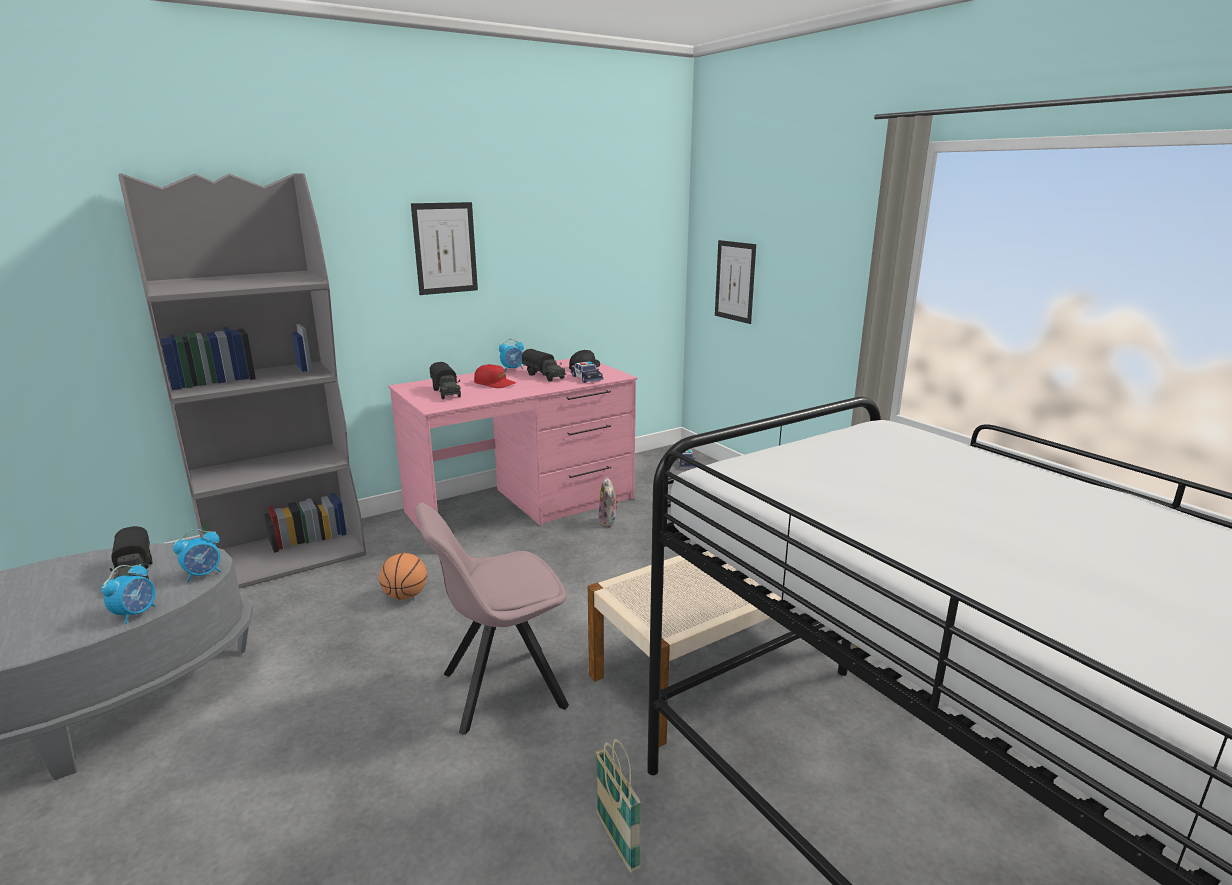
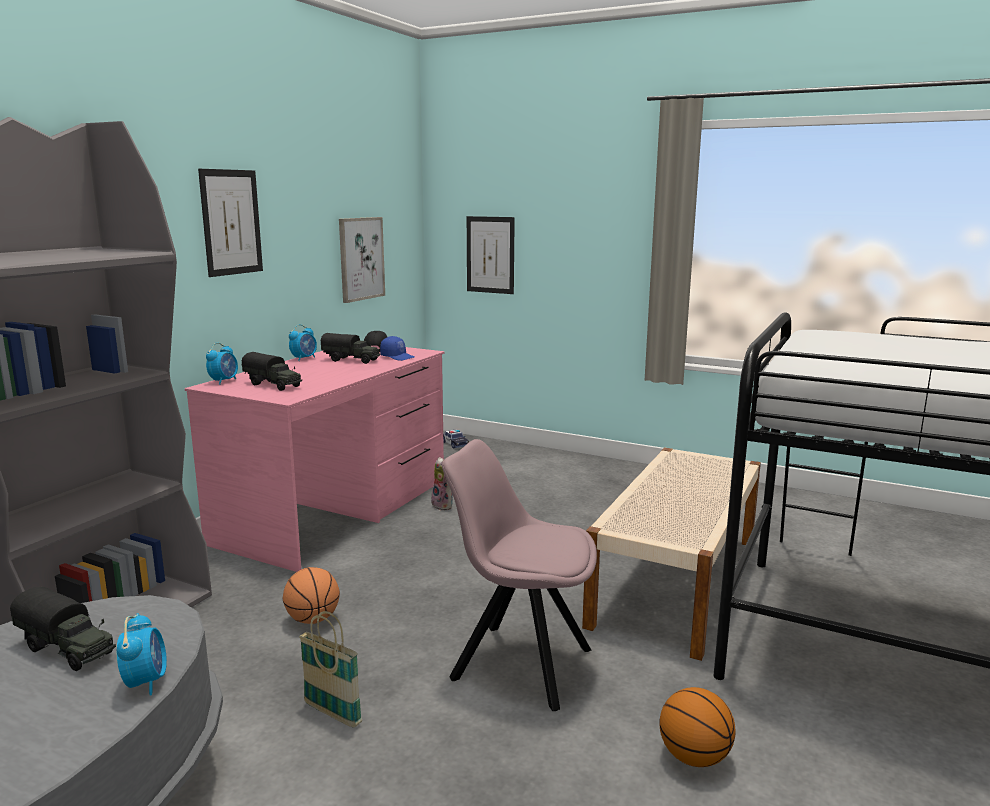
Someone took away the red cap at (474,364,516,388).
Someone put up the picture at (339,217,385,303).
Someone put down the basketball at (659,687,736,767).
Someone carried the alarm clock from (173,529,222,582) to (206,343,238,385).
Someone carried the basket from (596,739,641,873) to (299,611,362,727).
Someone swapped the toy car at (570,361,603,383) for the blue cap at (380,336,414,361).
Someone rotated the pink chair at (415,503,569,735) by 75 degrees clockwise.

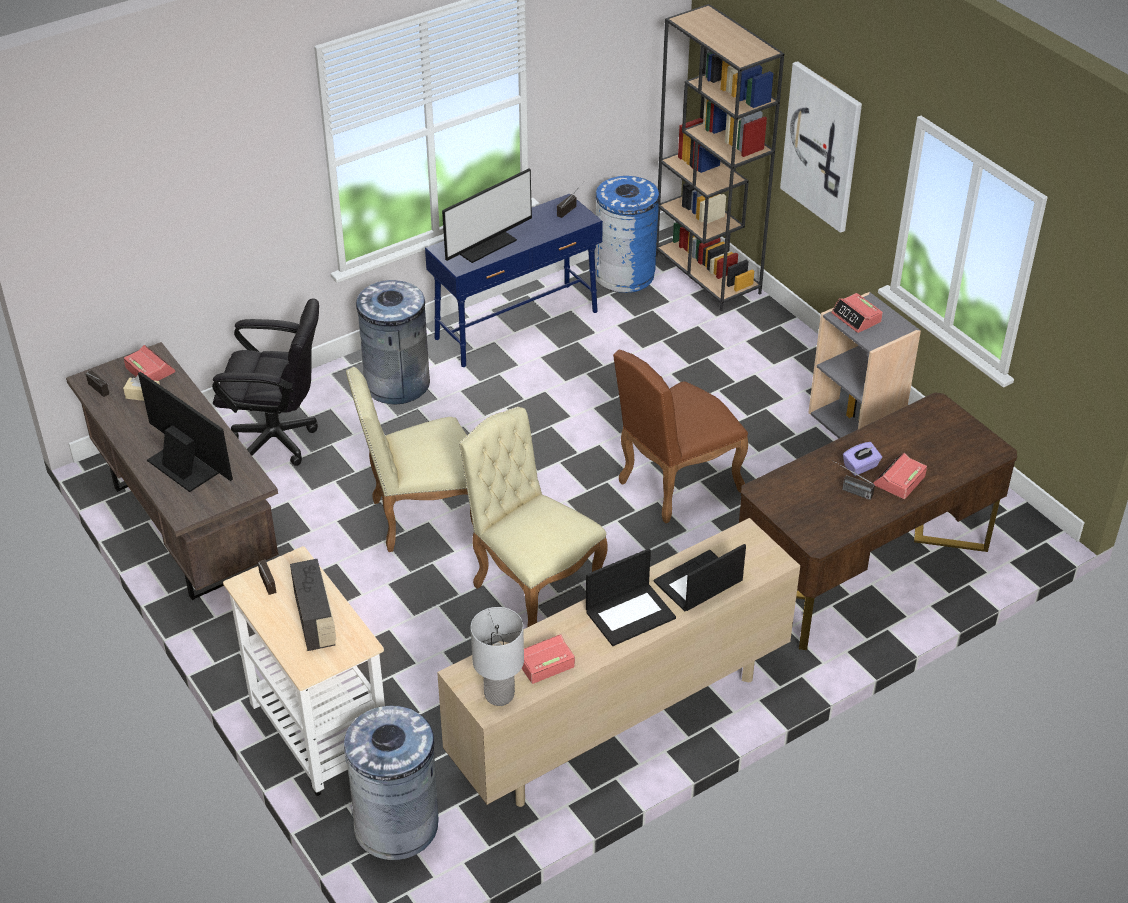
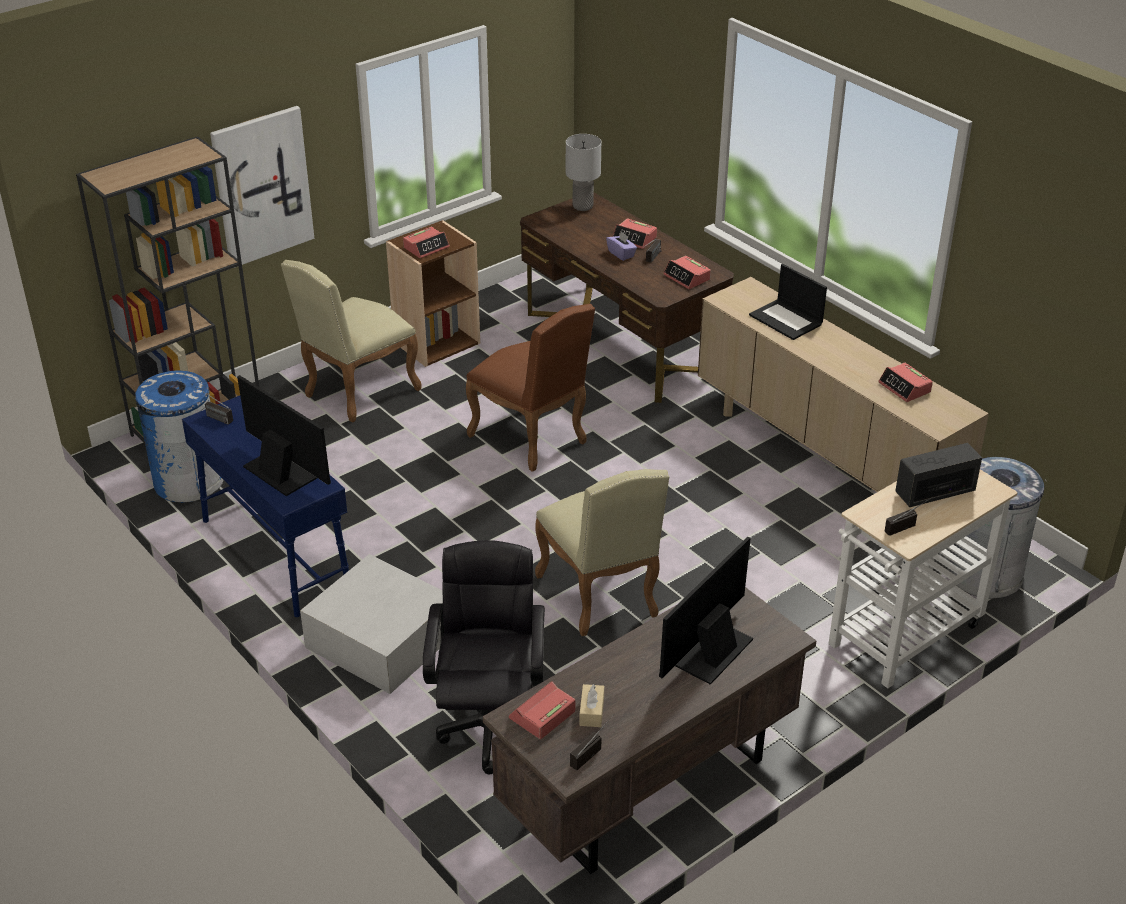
Someone took away the laptop at (586,548,676,646).
Someone put down the alarm clock at (663,256,711,289).
Someone carried the beige chair from (459,407,608,627) to (281,260,422,423).
Someone carried the grey table lamp from (471,607,524,706) to (566,134,601,211).
Someone swapped the grey trash can at (356,280,430,405) for the white storage box at (300,554,443,694).
Someone repainted the grey bookcase at (808,292,921,438), which became the brown bookcase at (386,220,480,367).

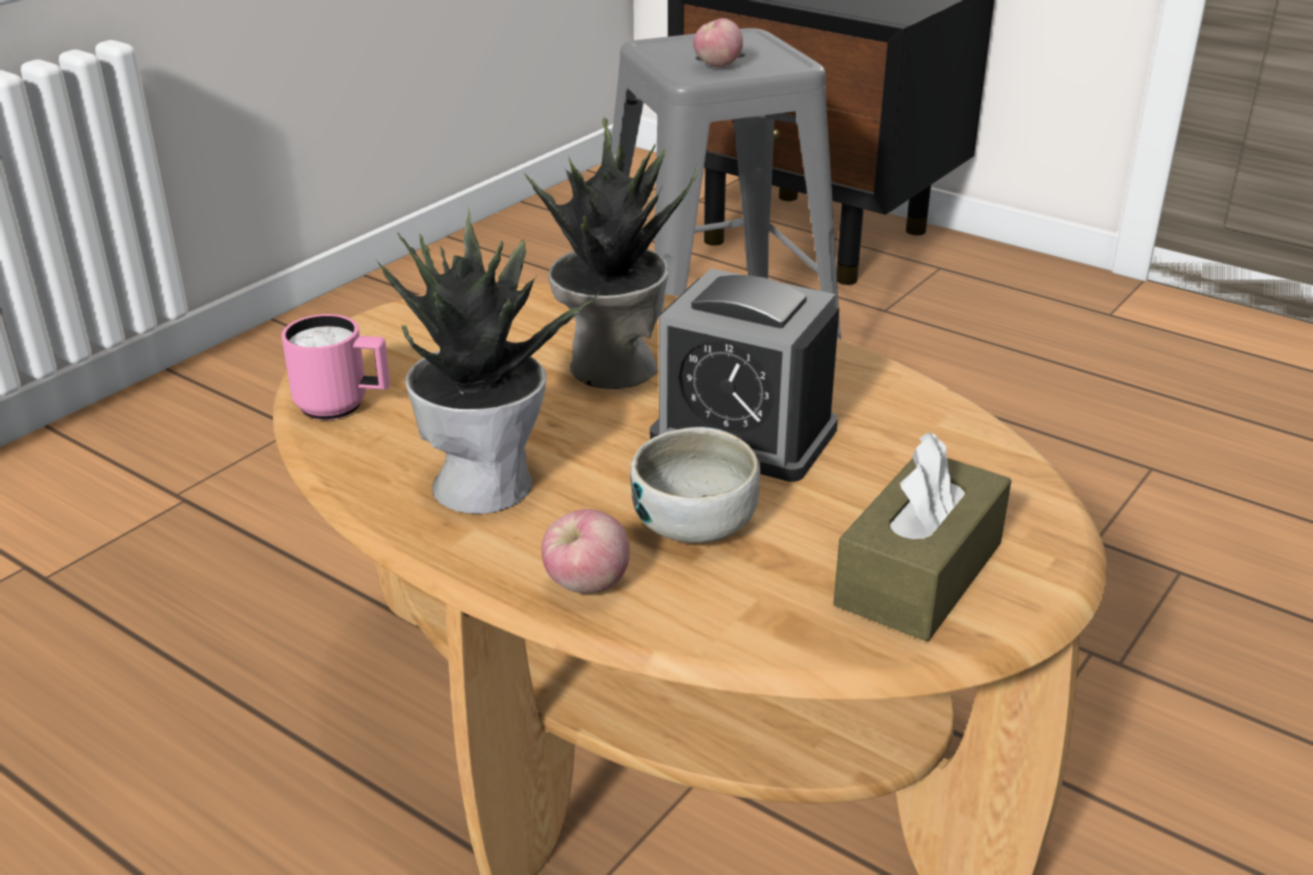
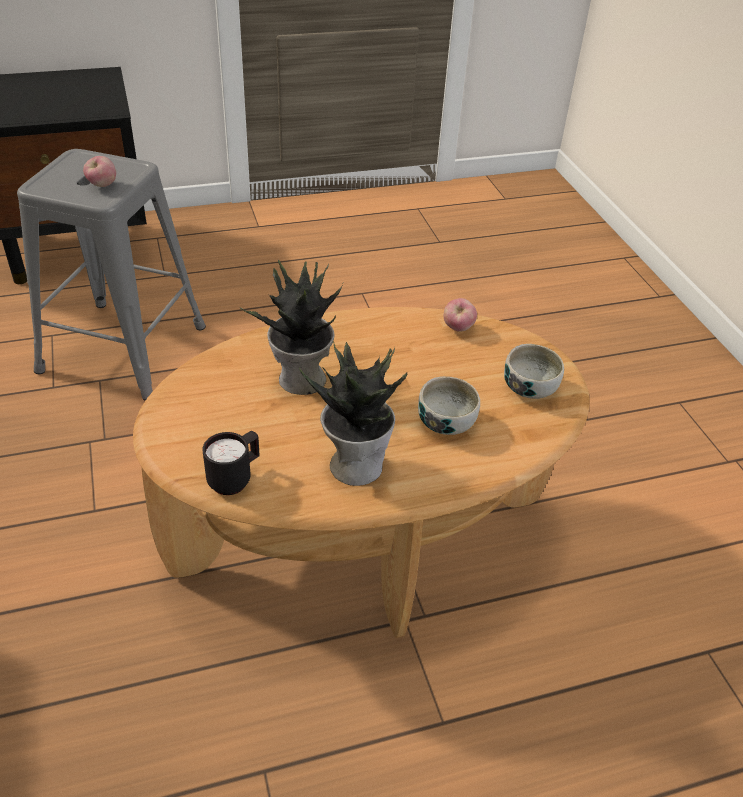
Someone took away the alarm clock at (650,268,839,482).
Someone carried the apple from (541,509,630,593) to (444,298,477,332).
Someone swapped the brown tissue box at (833,432,1012,642) for the bowl at (504,344,564,399).
Someone repainted the pink mug at (281,314,390,420), which became the black mug at (202,431,260,495).

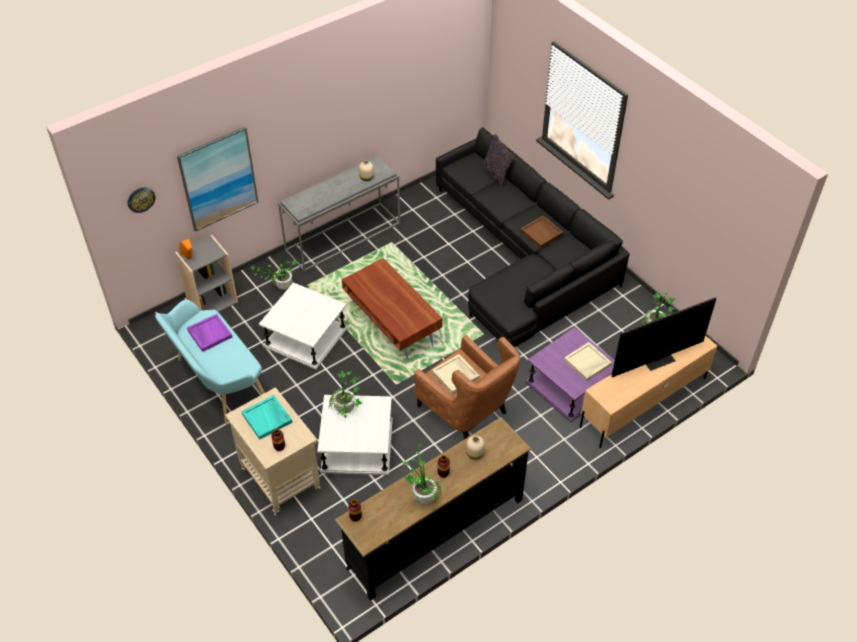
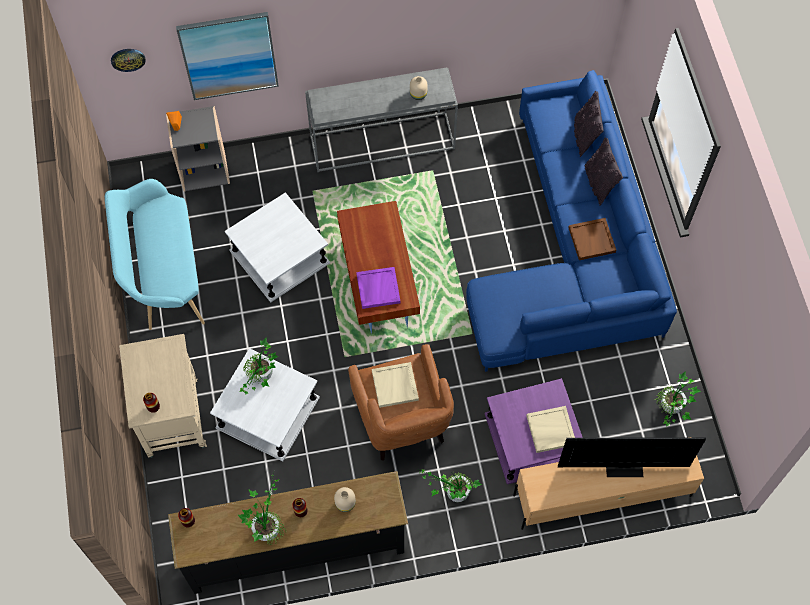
Someone took away the turquoise tray at (241,395,293,440).
Someone put down the black pillow at (584,138,623,206).
Someone carried the purple tray from (187,314,233,352) to (356,267,401,309).
Someone carried the potted plant from (251,256,298,290) to (419,469,482,502).
Someone repainted the black sofa at (436,127,630,347), which became the blue sofa at (466,70,677,372).

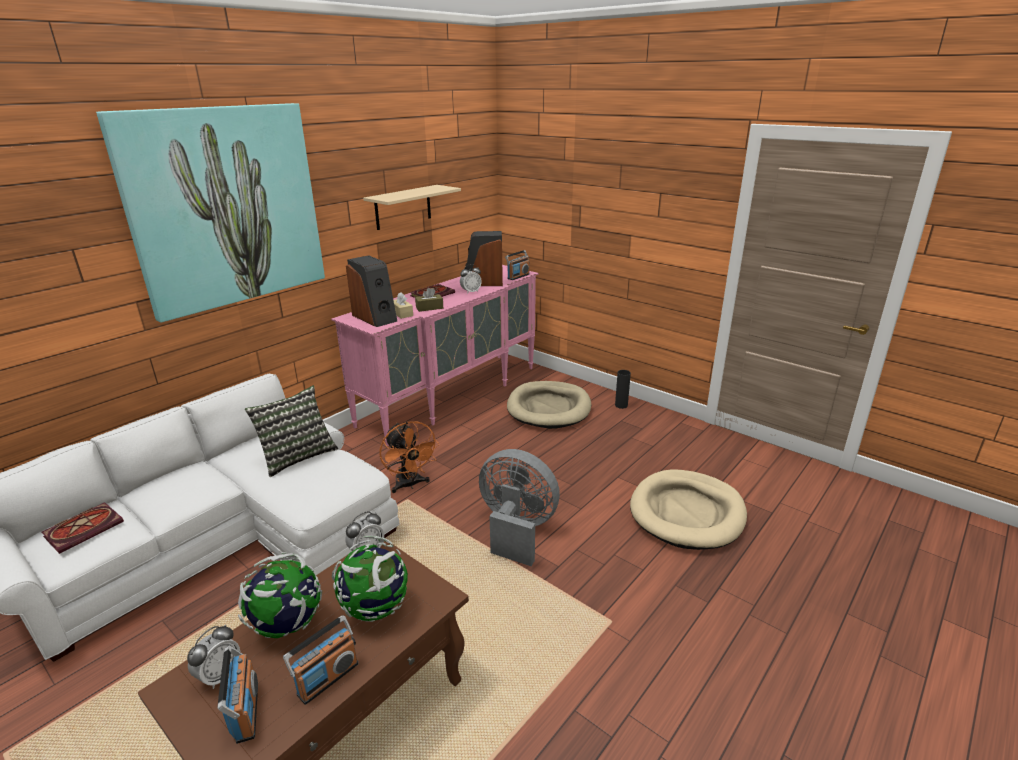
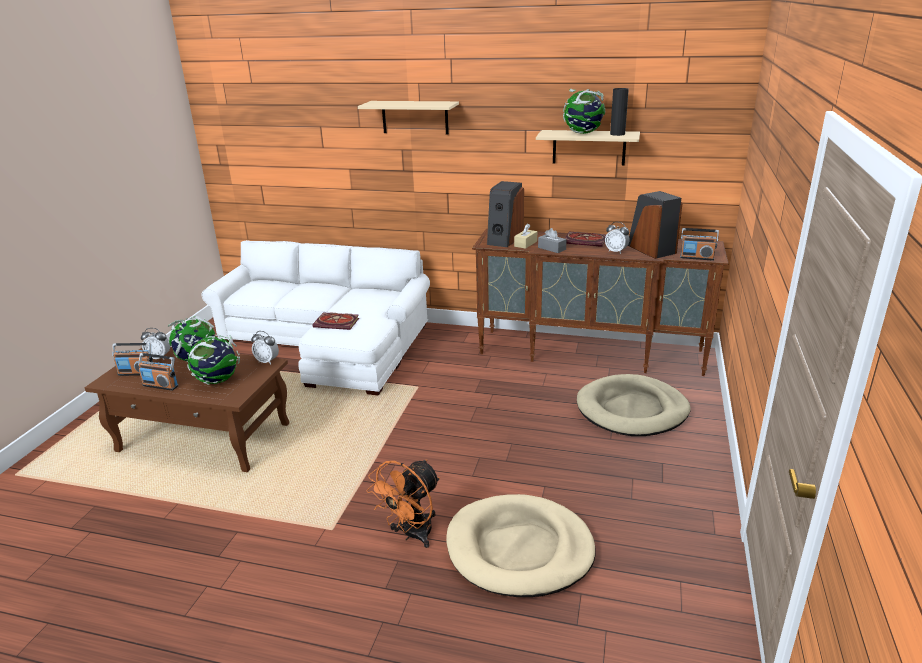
Someone took away the pillow at (245,385,338,477).
Someone took away the grey fan at (479,449,560,566).
Someone put down the globe at (563,89,606,134).
Someone carried the book from (42,502,124,554) to (313,312,359,330).
Someone carried the orange fan from (380,421,440,493) to (367,459,440,548).
Someone carried the black vase from (615,370,631,409) to (610,88,629,136).
Someone swapped the picture at (96,103,325,322) for the beige shelf at (358,101,459,134).
Someone repainted the pink cabinet at (331,265,539,446), which became the brown cabinet at (472,229,729,376).
Someone repainted the brown tissue box at (415,287,443,312), which became the grey tissue box at (538,228,567,253).
Someone rotated the radio at (217,646,258,744) by 45 degrees clockwise.

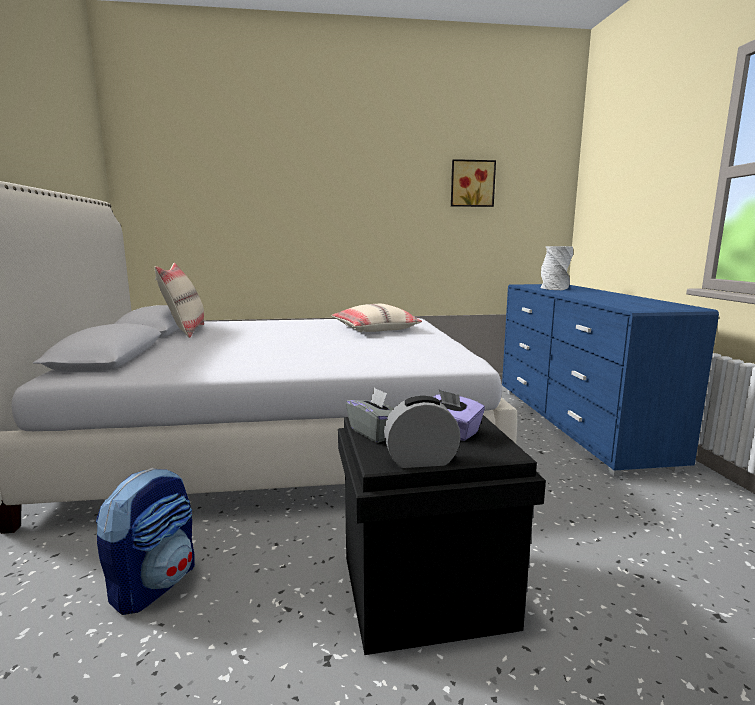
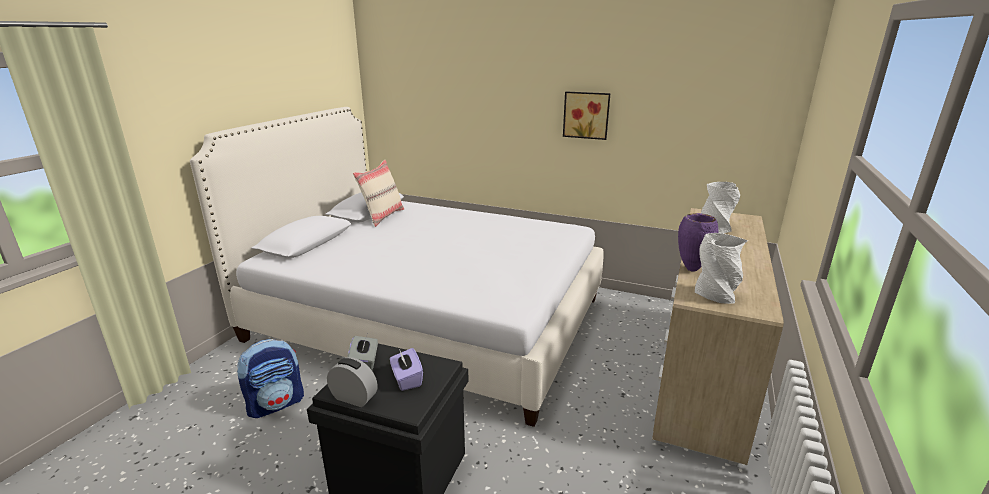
Someone took away the beige pillow at (332,304,422,332).
Someone put down the purple vase at (678,213,719,272).
Someone put down the grey vase at (695,233,748,304).
Someone carried the picture from (451,159,496,207) to (563,92,610,140).
Someone repainted the blue dresser at (502,284,719,477), which became the beige dresser at (652,208,784,466).

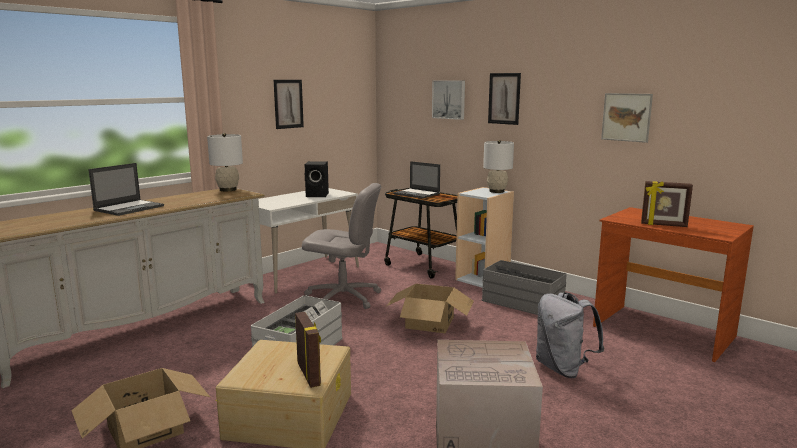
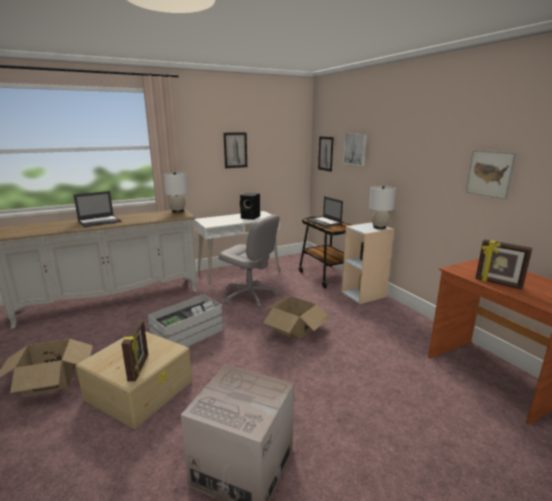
Someone took away the grey storage box at (482,260,567,315).
Someone took away the grey backpack at (536,292,604,378).
Someone carried the picture from (488,73,521,125) to (318,136,334,172).

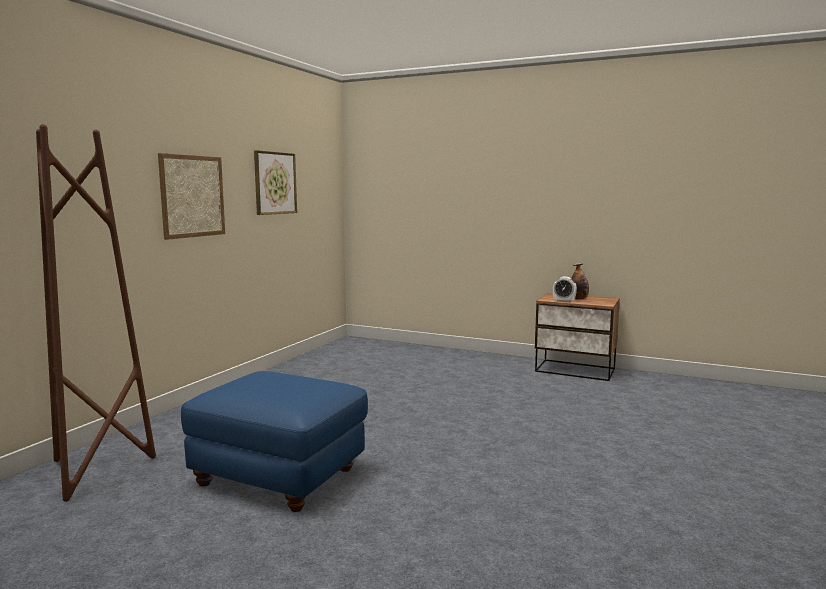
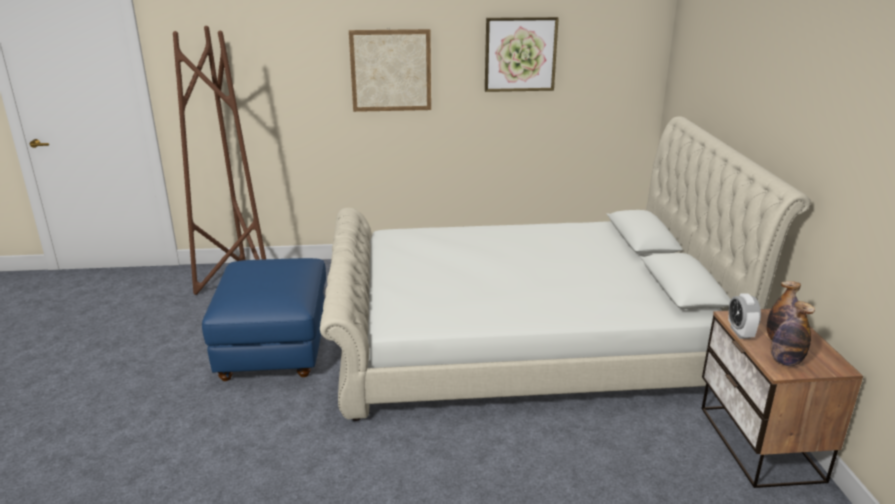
Someone put down the beige bed at (320,116,811,421).
Someone put down the bottle at (771,301,815,366).

